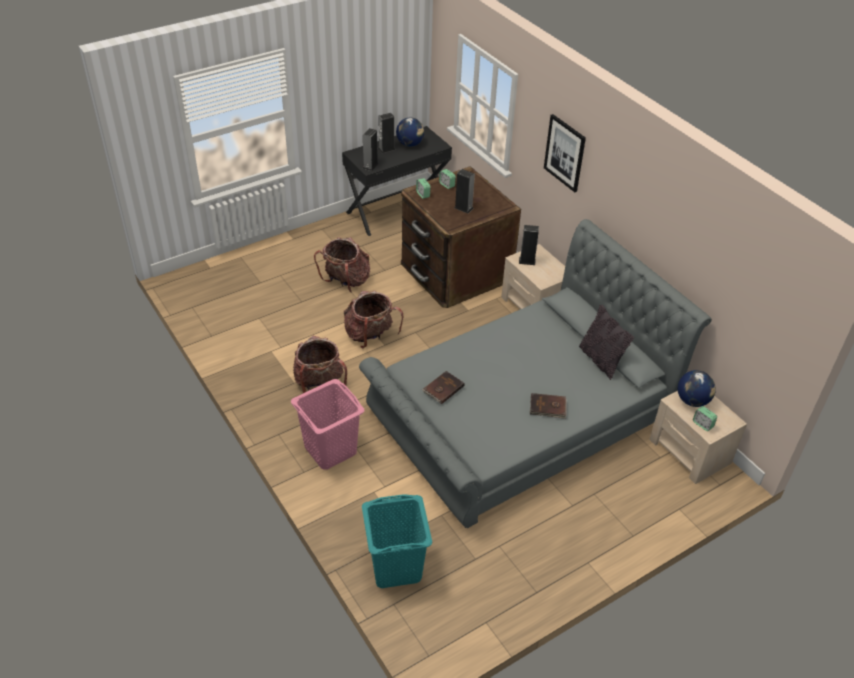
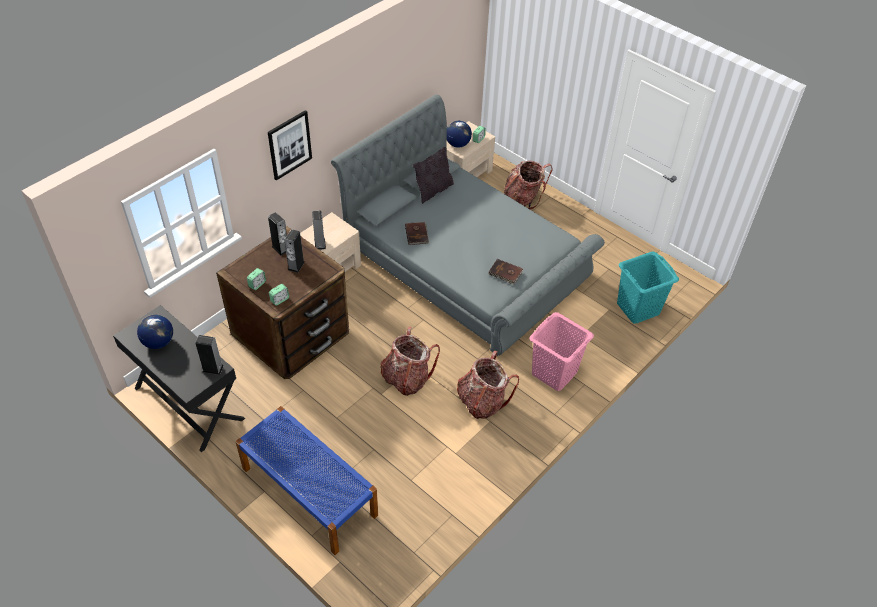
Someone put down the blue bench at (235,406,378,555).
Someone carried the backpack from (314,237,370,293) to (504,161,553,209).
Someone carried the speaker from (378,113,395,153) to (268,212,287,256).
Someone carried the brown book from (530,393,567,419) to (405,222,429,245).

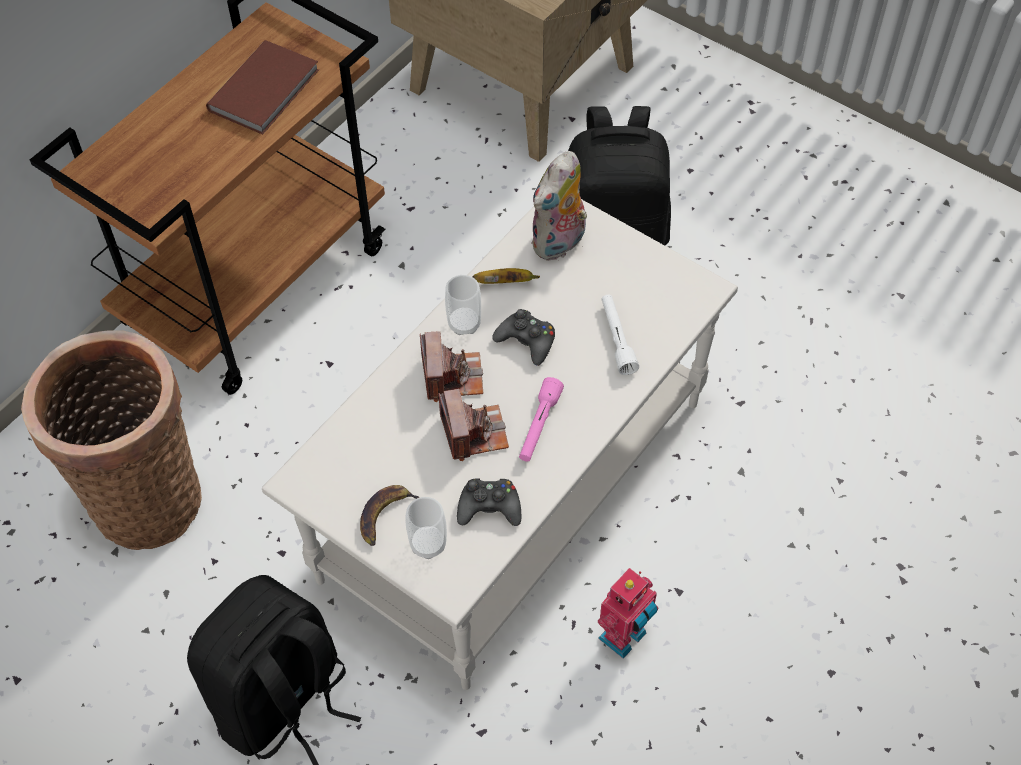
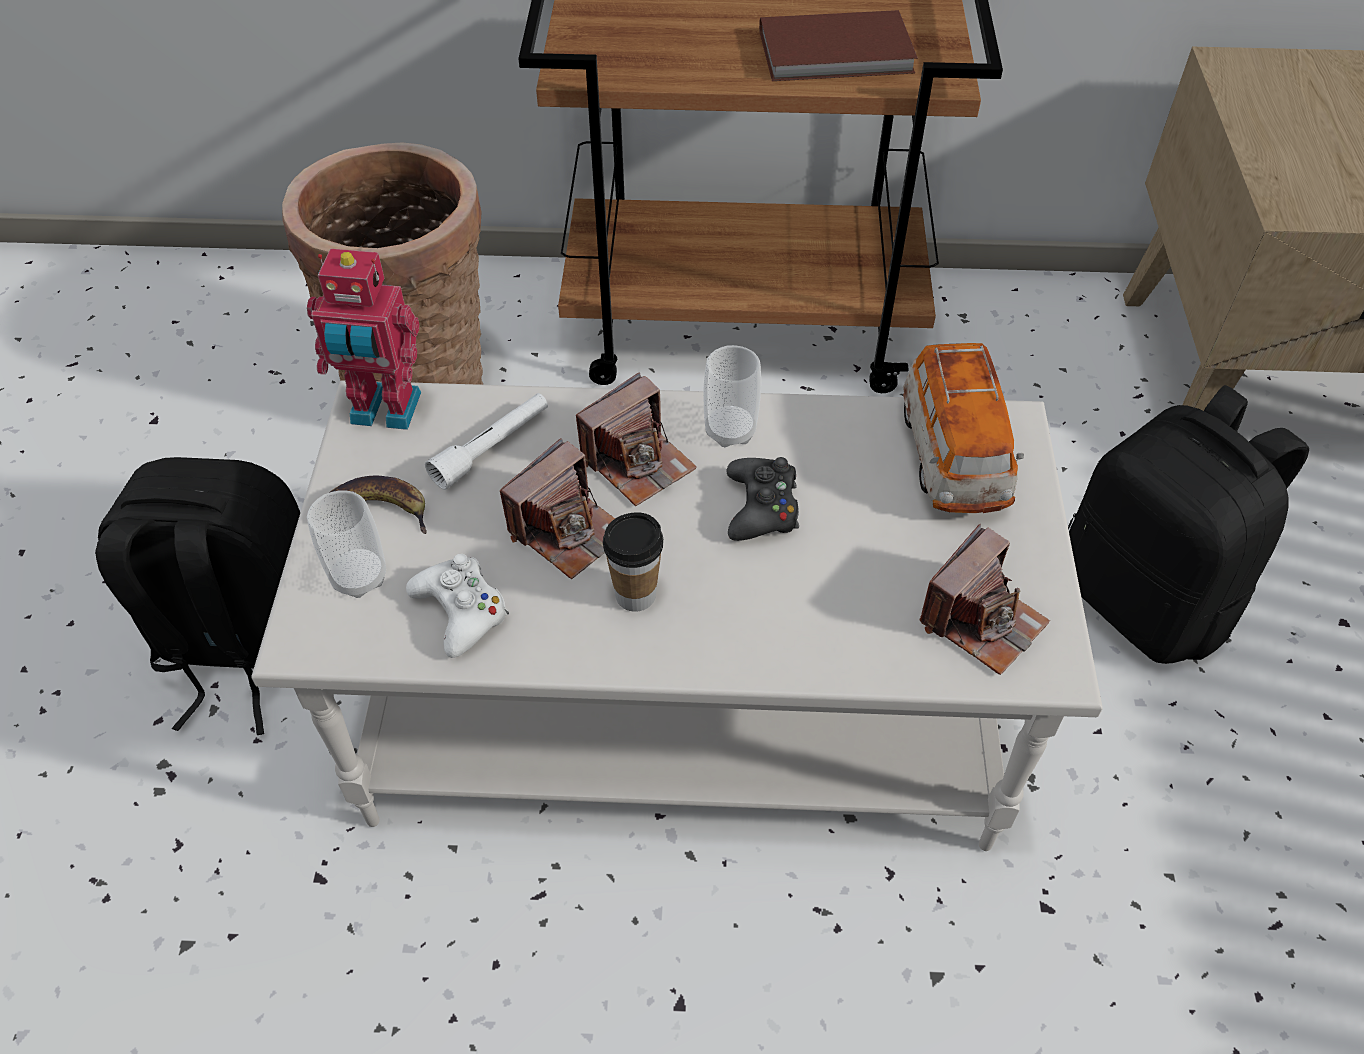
Someone took away the banana at (473,268,540,284).
Someone put down the photo camera at (919,524,1050,675).
Someone carried the toy robot from (598,568,659,659) to (307,248,421,430).
Someone carried the white flashlight from (602,295,639,375) to (425,393,548,490).
Someone swapped the pink flashlight at (519,377,564,462) for the cup at (603,512,663,612).
Someone swapped the plush toy at (531,151,587,261) for the toy car at (903,343,1024,513).
Someone repainted the black game controller at (457,478,522,526), which became the white game controller at (406,554,509,658).

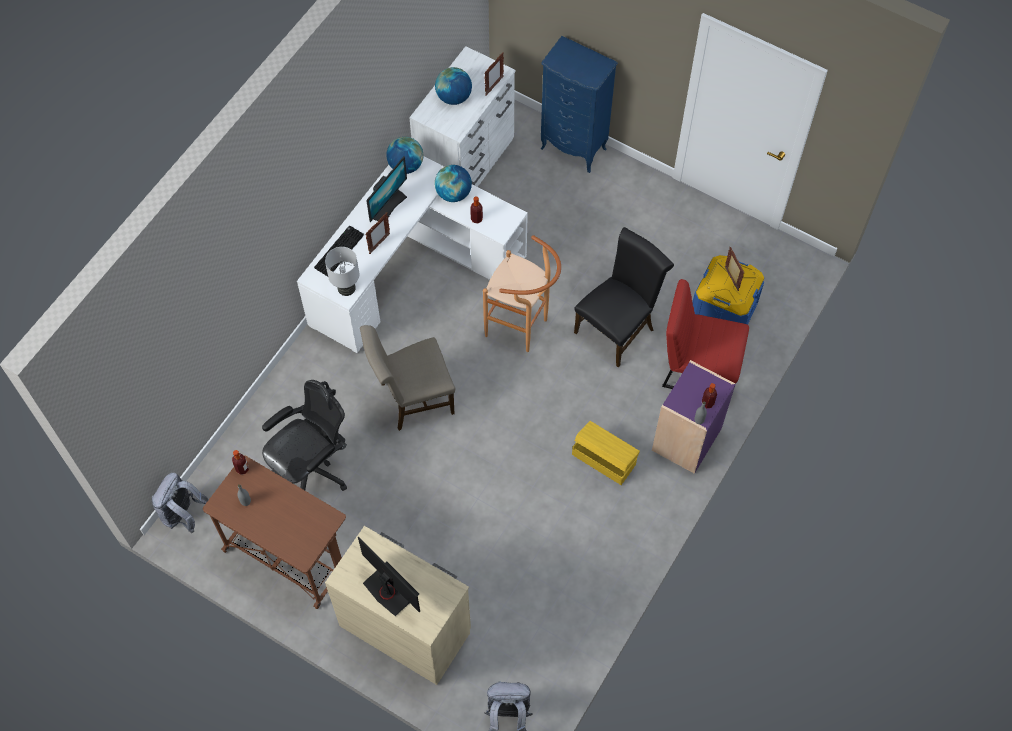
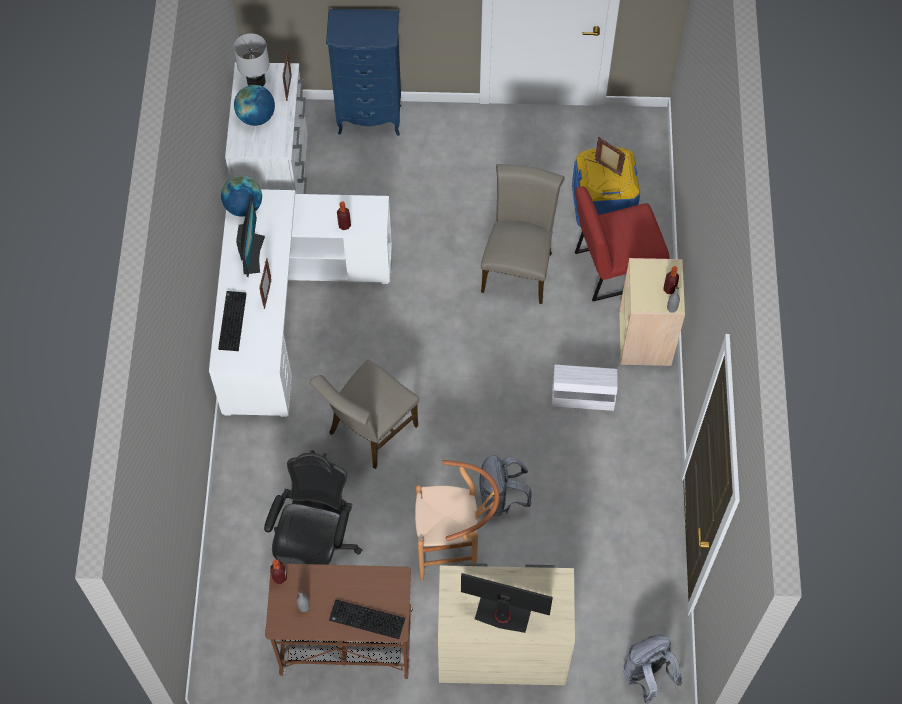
Someone took away the globe at (435,165,472,202).
Someone put down the keyboard at (329,600,405,639).
Someone carried the grey backpack from (152,473,209,533) to (479,455,532,516).
Someone carried the grey table lamp from (325,247,359,296) to (234,33,269,87).
Someone carried the brown stool from (483,235,561,352) to (415,460,499,582).
Someone repainted the yellow storage box at (572,421,640,485), which became the white storage box at (551,365,618,411).
Someone repainted the black chair at (574,227,674,368), which became the beige chair at (481,164,565,304).
Someone repainted the purple bookcase at (652,360,735,474), which became the beige bookcase at (619,258,685,366).

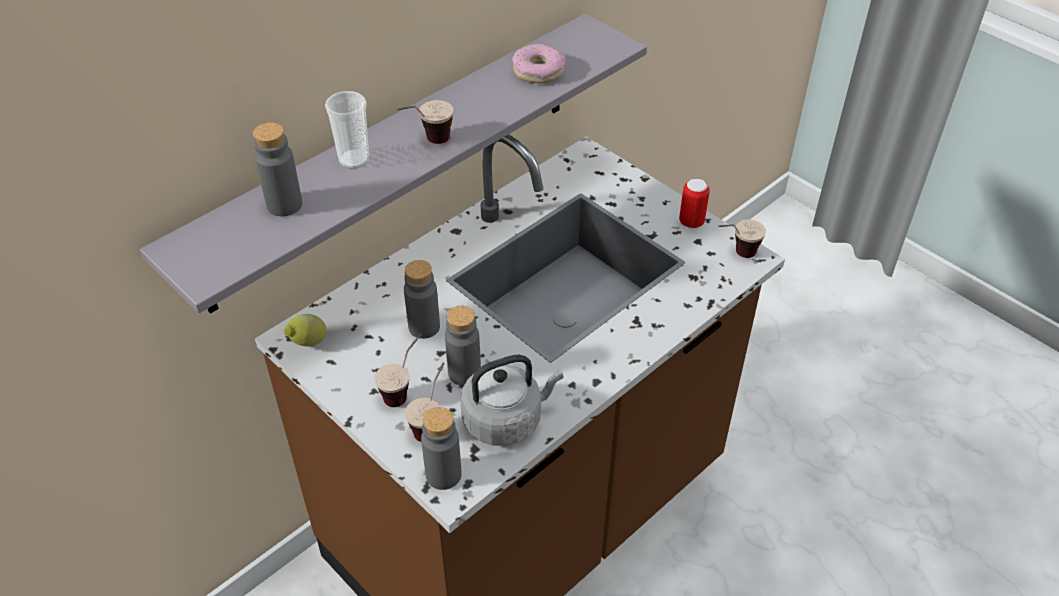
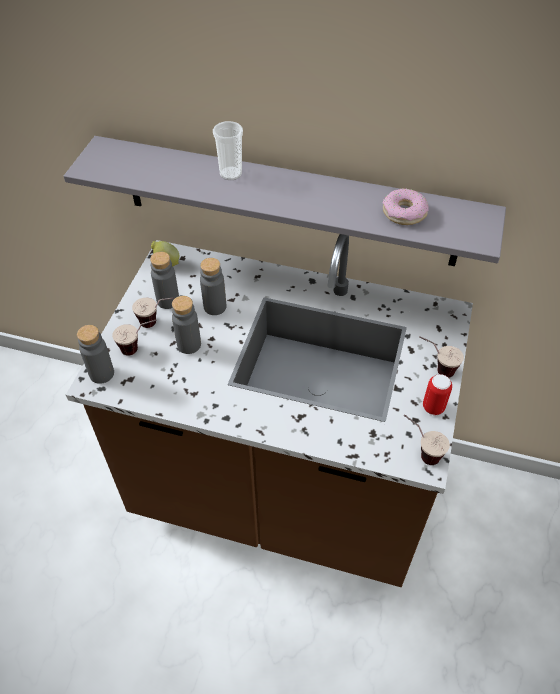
Someone took away the grey kettle at (460,355,563,446).
Someone carried the grey bottle from (253,122,302,216) to (150,252,179,309).
Someone carried the cup from (397,100,454,144) to (419,336,464,378).

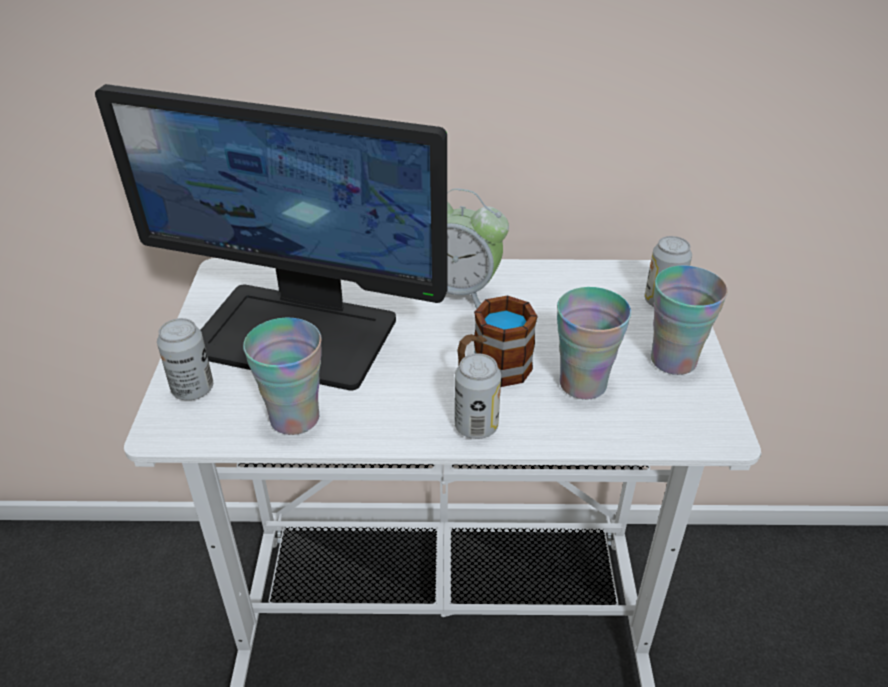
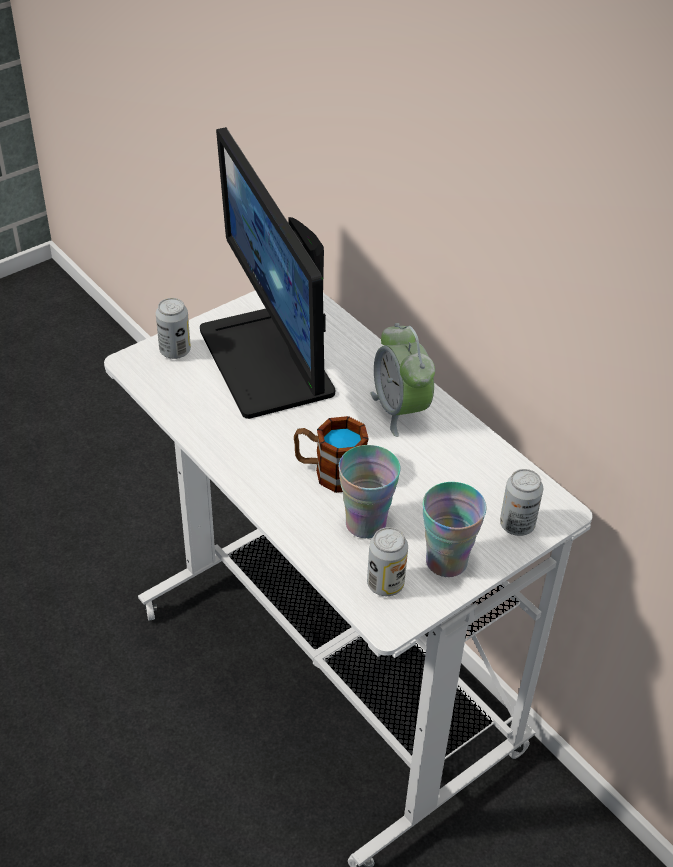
Someone took away the cup at (243,318,322,435).
Someone carried the can from (454,353,501,439) to (367,527,408,596).

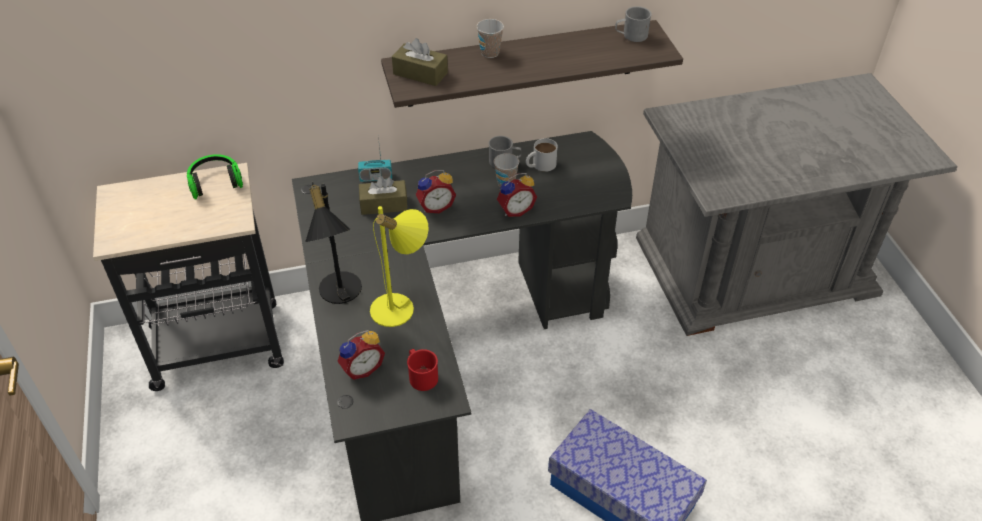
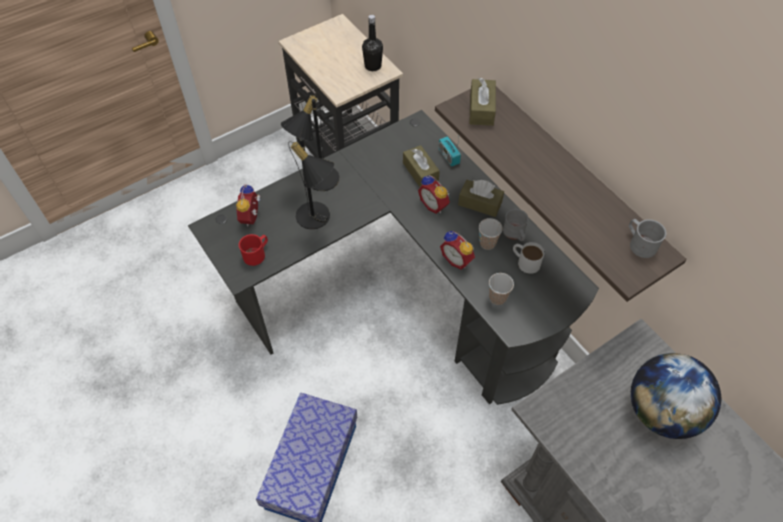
Someone put down the brown tissue box at (458,180,504,217).
Someone put down the globe at (631,353,721,439).
Someone carried the cup from (477,19,504,58) to (489,273,514,305).
Someone swapped the headphones at (187,154,243,200) for the black bottle at (362,15,383,71).
Someone repainted the yellow table lamp at (370,206,429,327), which became the black table lamp at (288,138,335,229).
Someone rotated the alarm clock at (338,330,385,380) by 60 degrees clockwise.

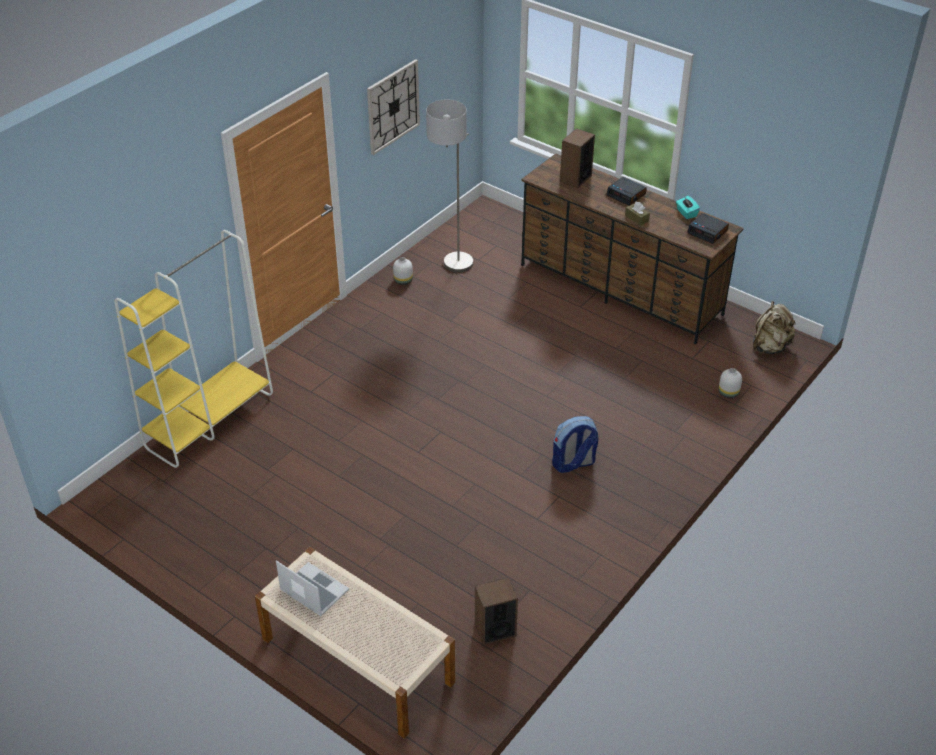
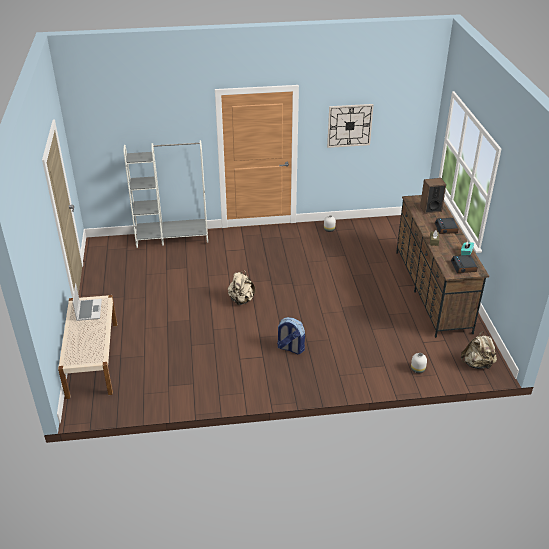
Someone took away the grey floor lamp at (426,100,473,273).
Someone took away the speaker at (475,577,518,645).
Someone put down the beige backpack at (228,271,255,305).
Someone repainted the yellow clothes rack at (114,230,273,468), which became the grey clothes rack at (124,140,208,248).

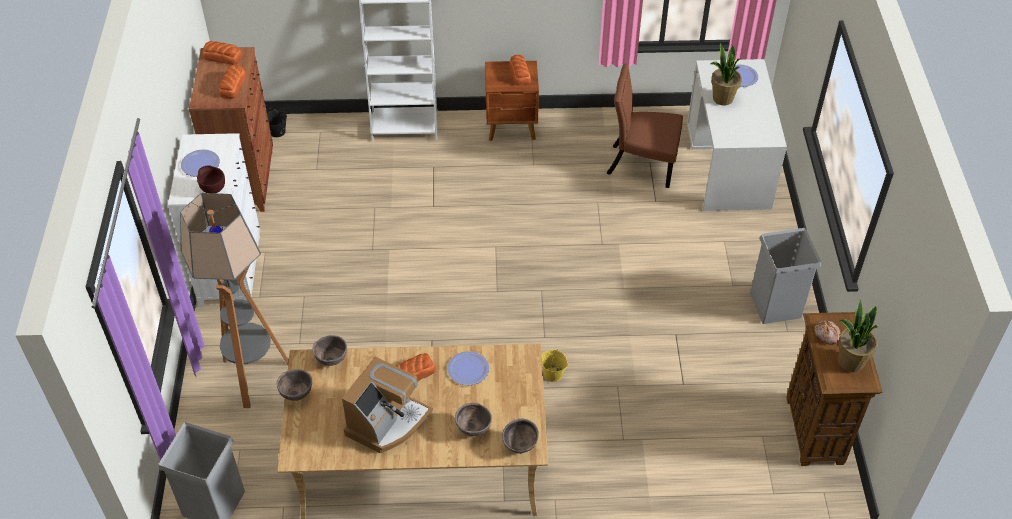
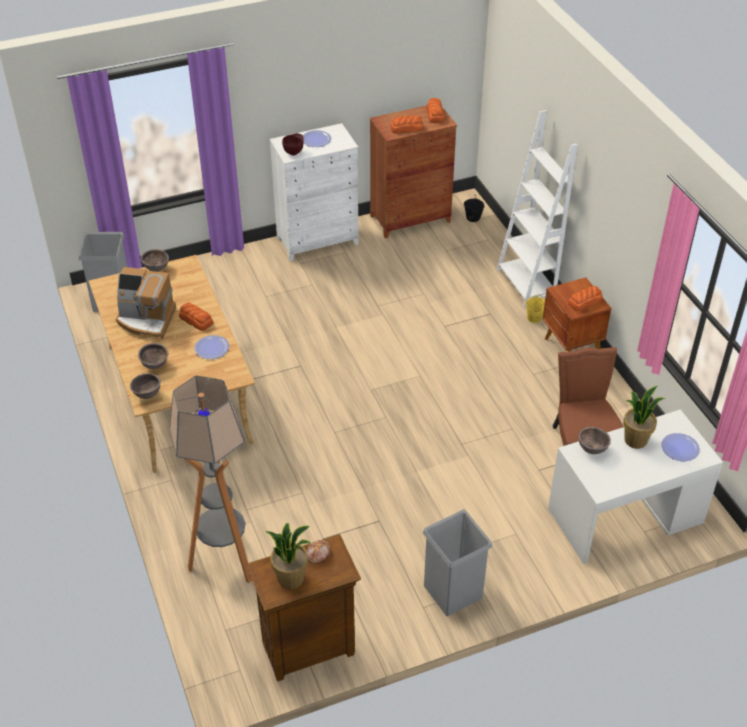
Someone carried the floor lamp from (180,193,289,408) to (170,375,252,583).
Someone carried the brown bowl from (312,335,347,366) to (579,427,611,454).
Someone carried the yellow bucket from (542,348,568,382) to (526,294,545,323).

